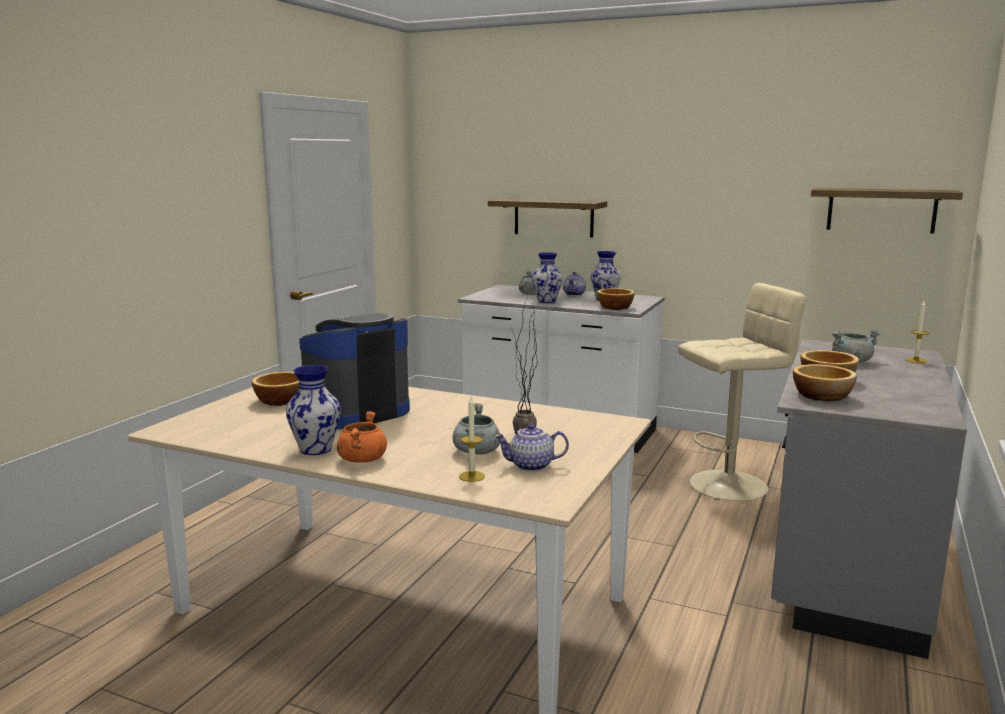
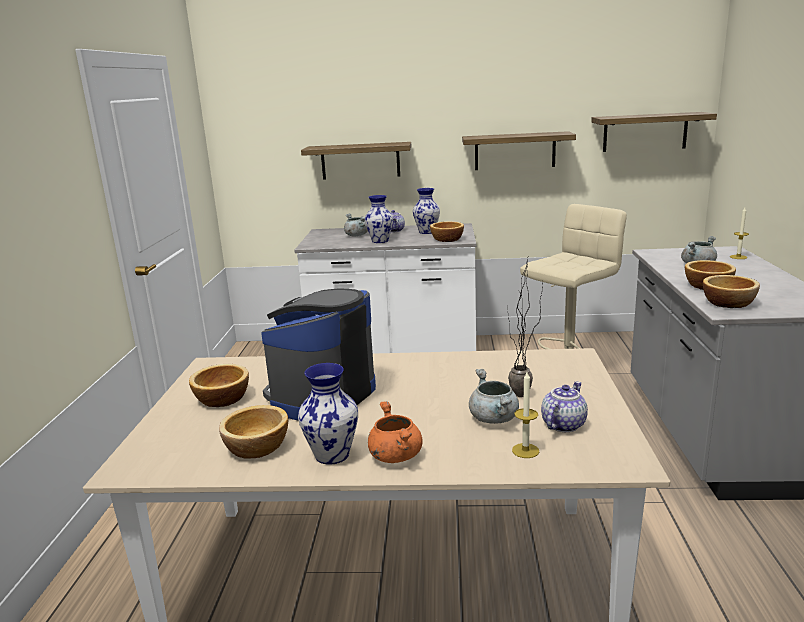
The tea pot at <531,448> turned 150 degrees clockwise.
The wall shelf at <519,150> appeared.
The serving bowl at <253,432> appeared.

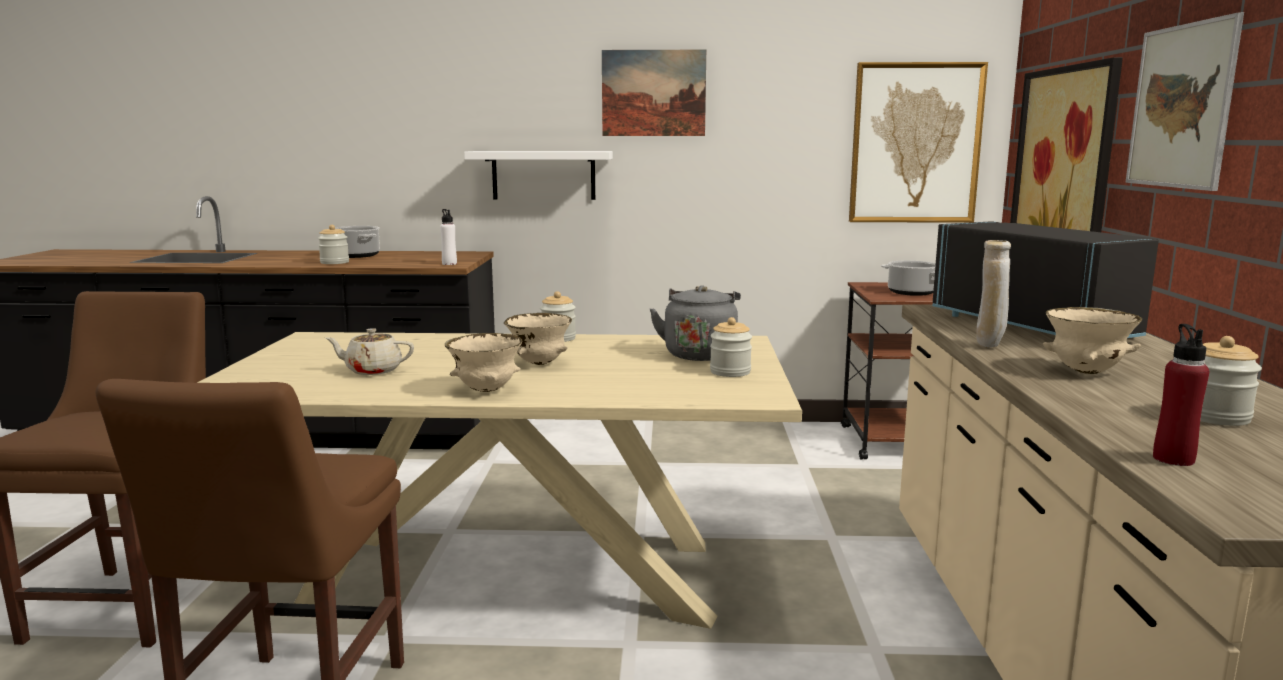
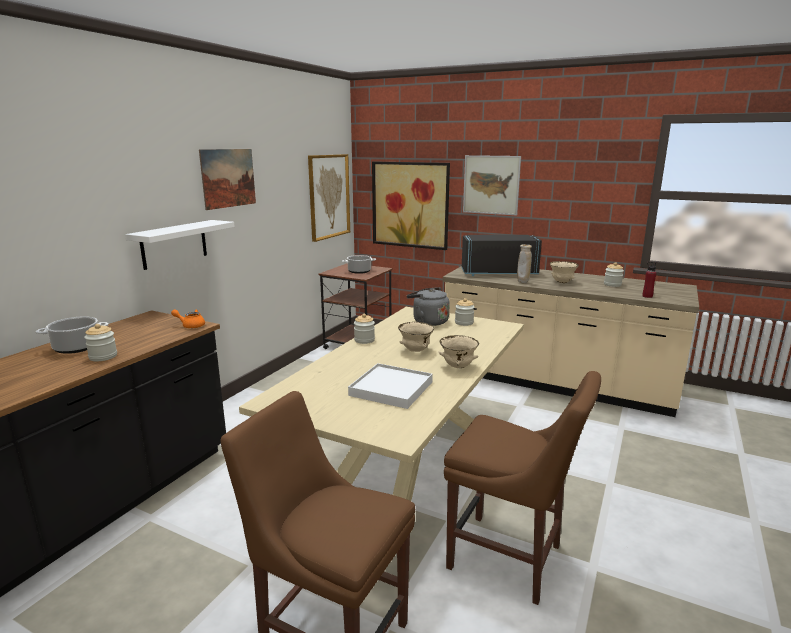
The white-coloured beverage bottle at <448,237> was replaced by the orange tea pot at <188,318>.
The sand-coloured tea pot at <369,351> was replaced by the white-coloured serving tray at <390,386>.

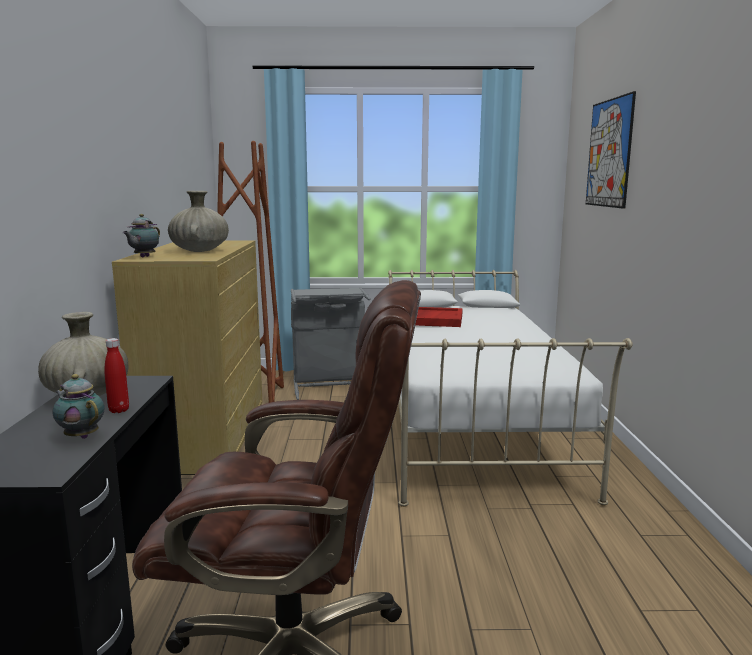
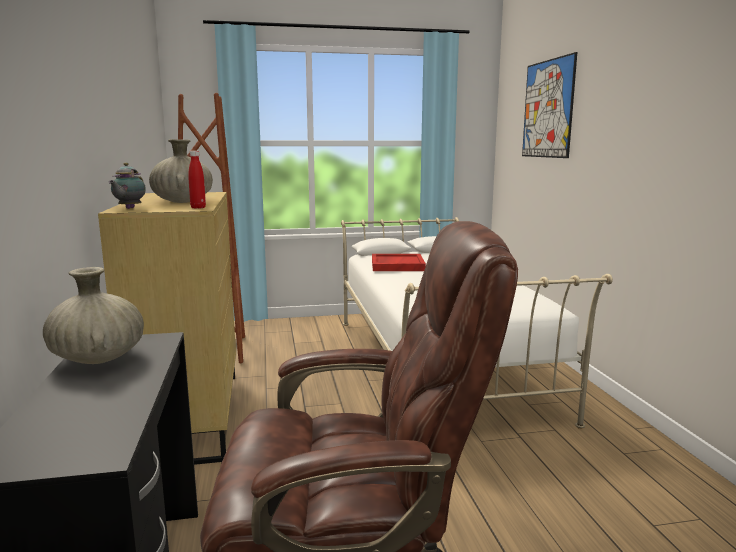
The grey washing basket at <331,343> disappeared.
The reddish beverage bottle moved from <116,375> to <197,180>.
The tea pot at <78,406> disappeared.

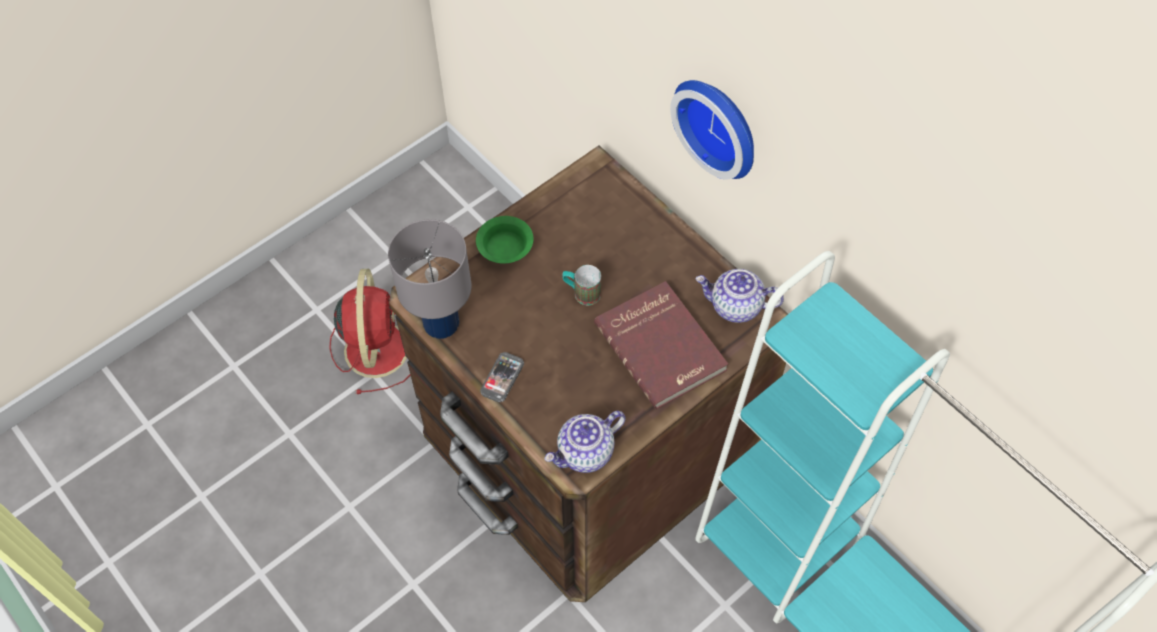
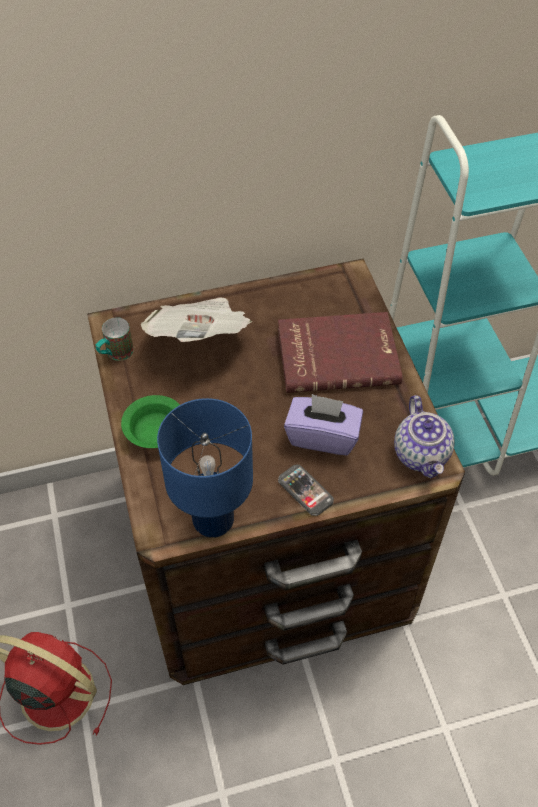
The clock on the wall at <712,129> disappeared.
The grey table lamp at <430,279> became the blue-coloured table lamp at <205,468>.
The coffee mug moved from <581,285> to <114,339>.
The tea pot at <739,296> disappeared.
The printed paper at <196,319> appeared.
The purple-coloured tissue holder at <323,425> appeared.

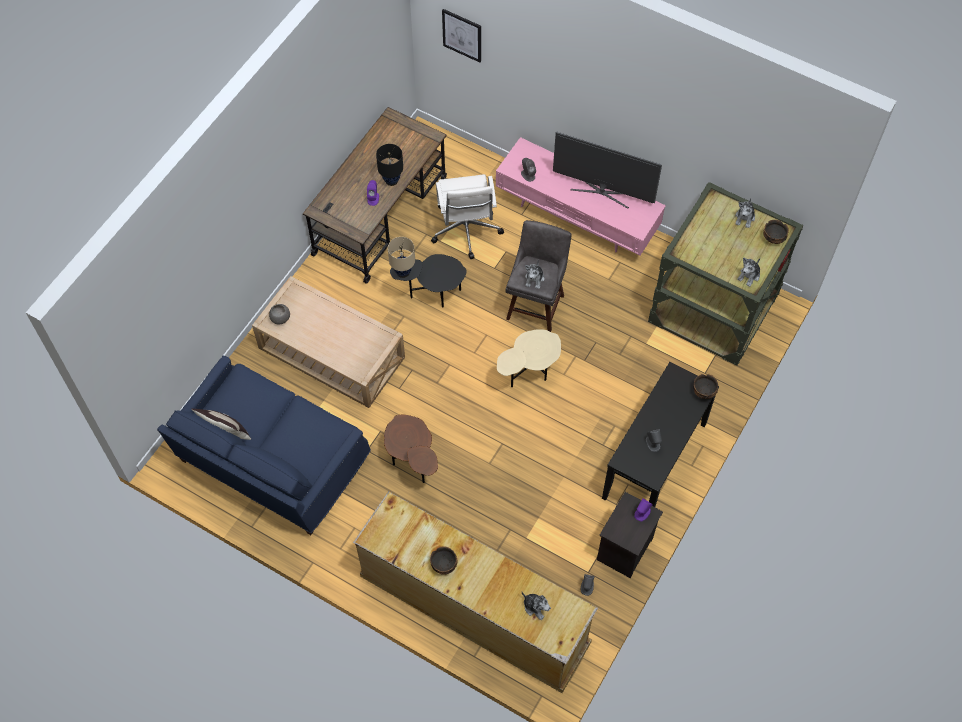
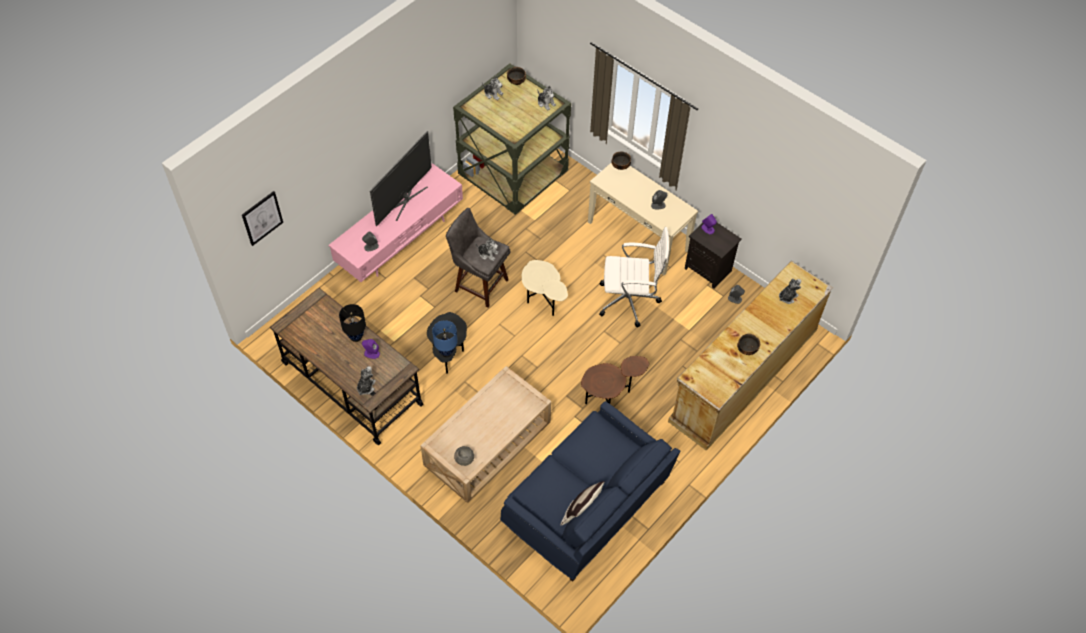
The white-coloured computer chair moved from <467,216> to <634,277>.
The sand-coloured table lamp at <401,257> became the blue-coloured table lamp at <444,338>.
The blackish hall table at <660,434> became the sand-coloured hall table at <643,219>.
The soft toy at <366,380> appeared.

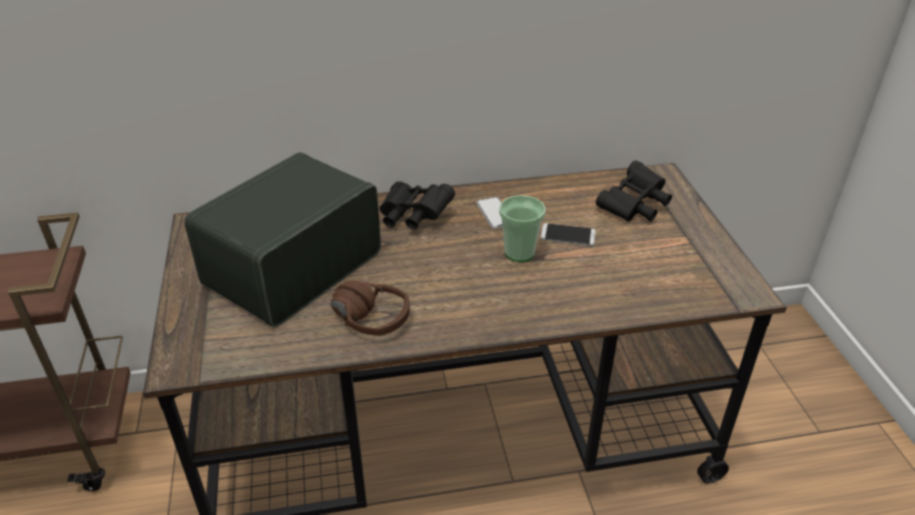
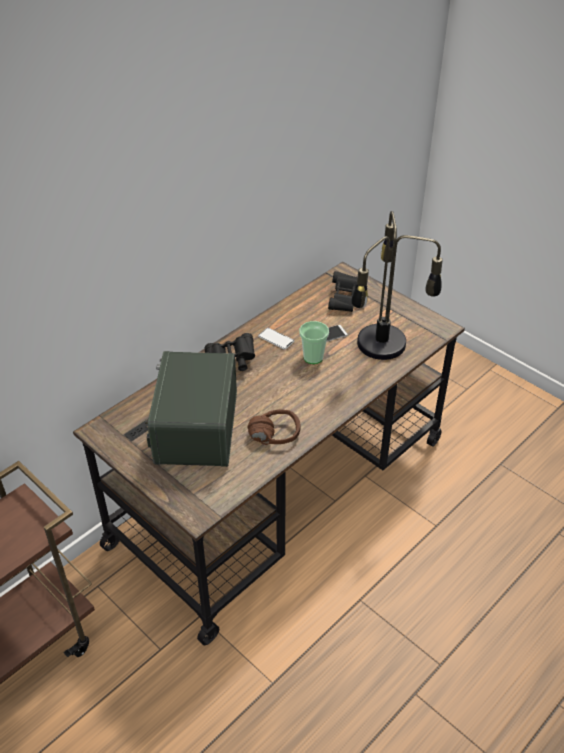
The table lamp at <397,285> appeared.

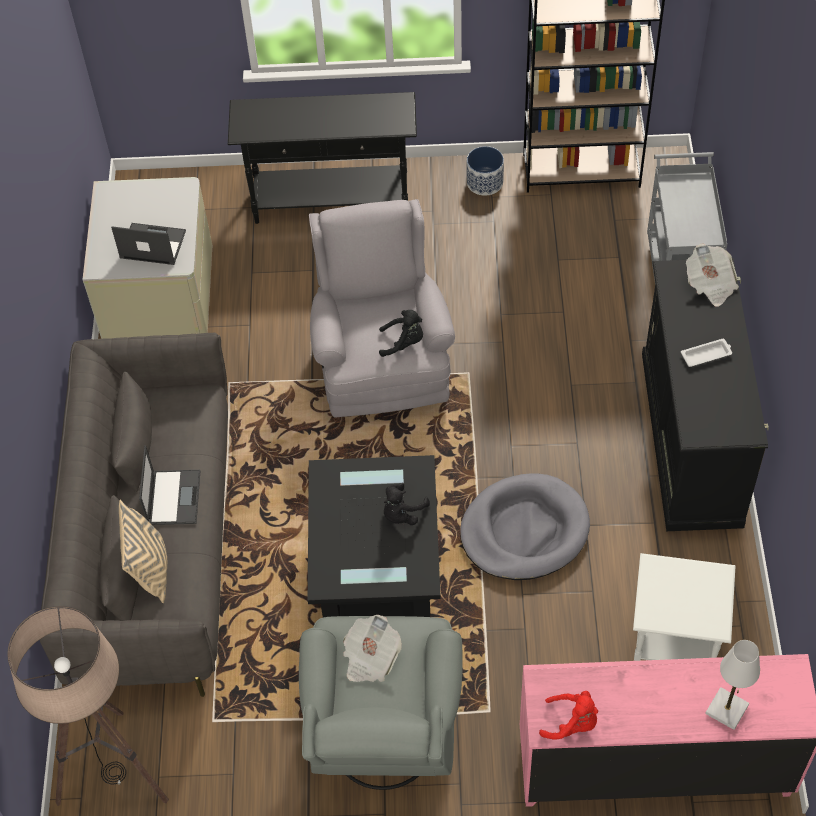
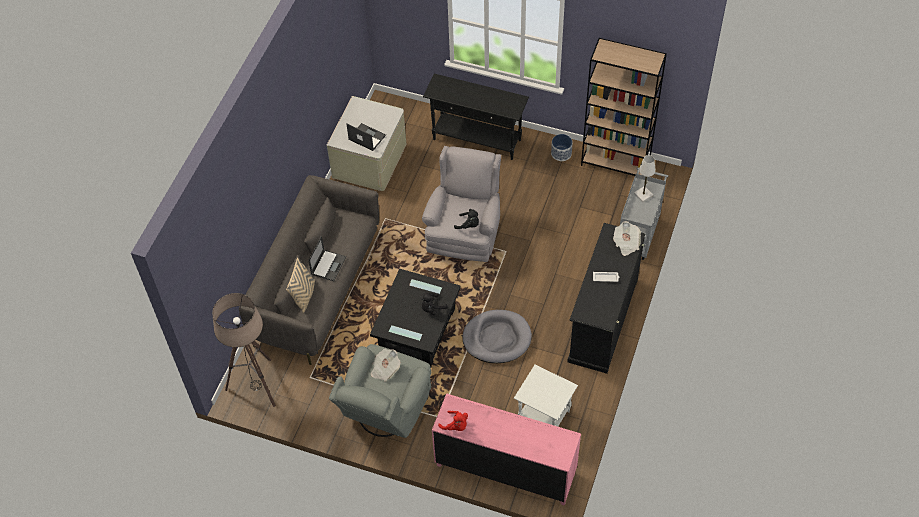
The white-coloured table lamp moved from <732,685> to <645,178>.

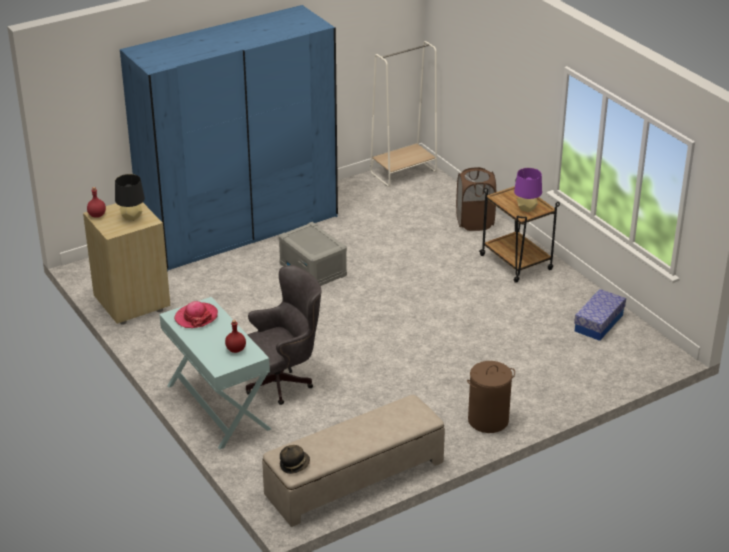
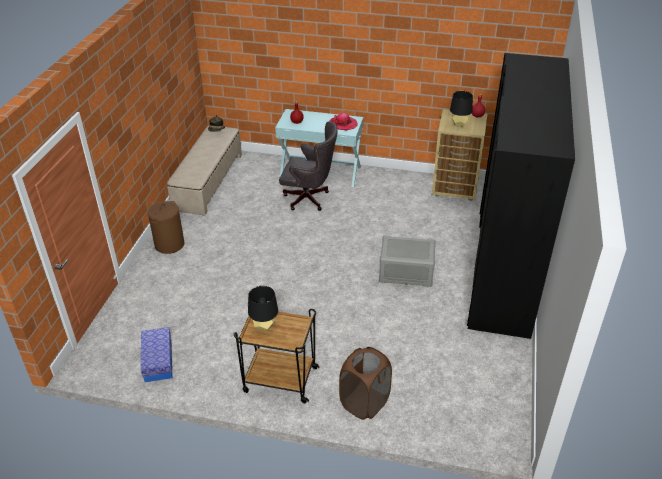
The blue-coloured clothes cupboard at <229,138> became the blackish clothes cupboard at <521,196>.
The garment stand at <403,114> disappeared.
The purple-coloured table lamp at <528,190> became the blackish table lamp at <263,308>.
The grey computer chair at <284,335> turned 90 degrees counterclockwise.

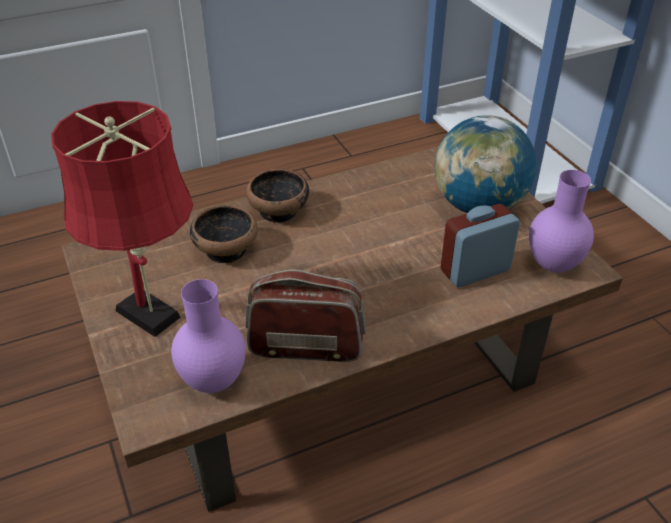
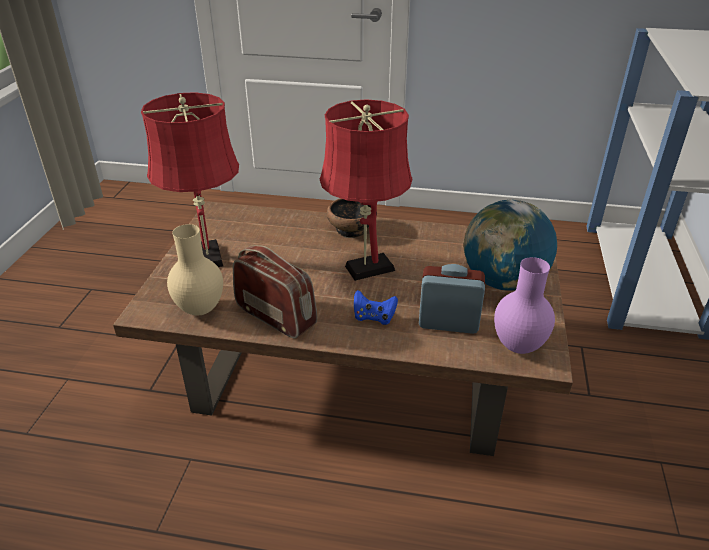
The serving bowl at <224,234> disappeared.
The purple-coloured decorative vase at <208,336> became the sand-coloured decorative vase at <195,270>.
The reddish table lamp at <366,190> appeared.
The blue-coloured game controller at <376,307> appeared.

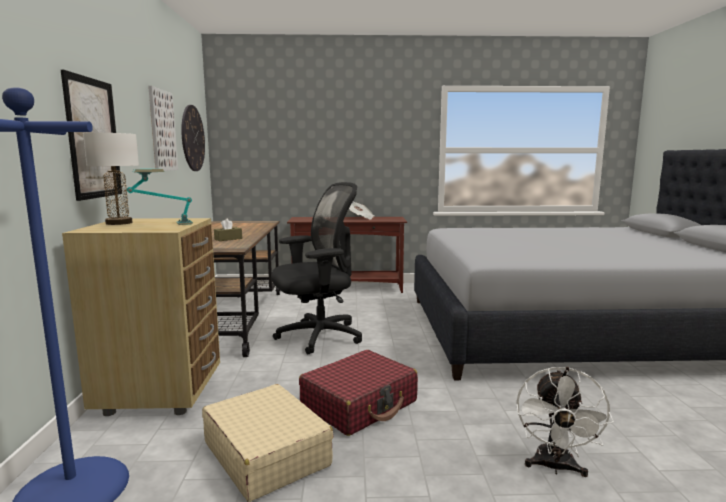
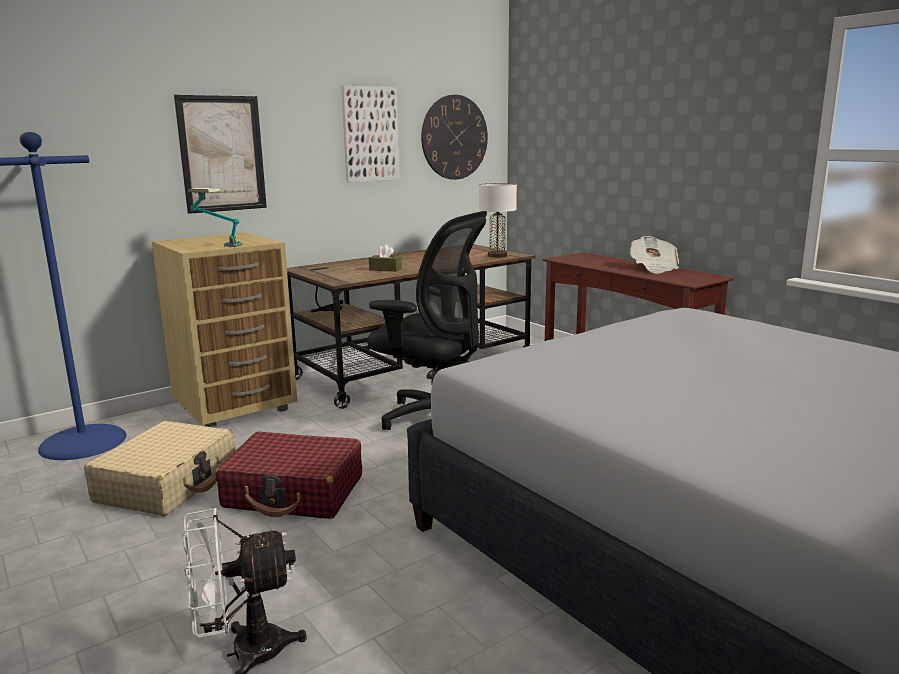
The table lamp moved from <111,179> to <498,220>.

